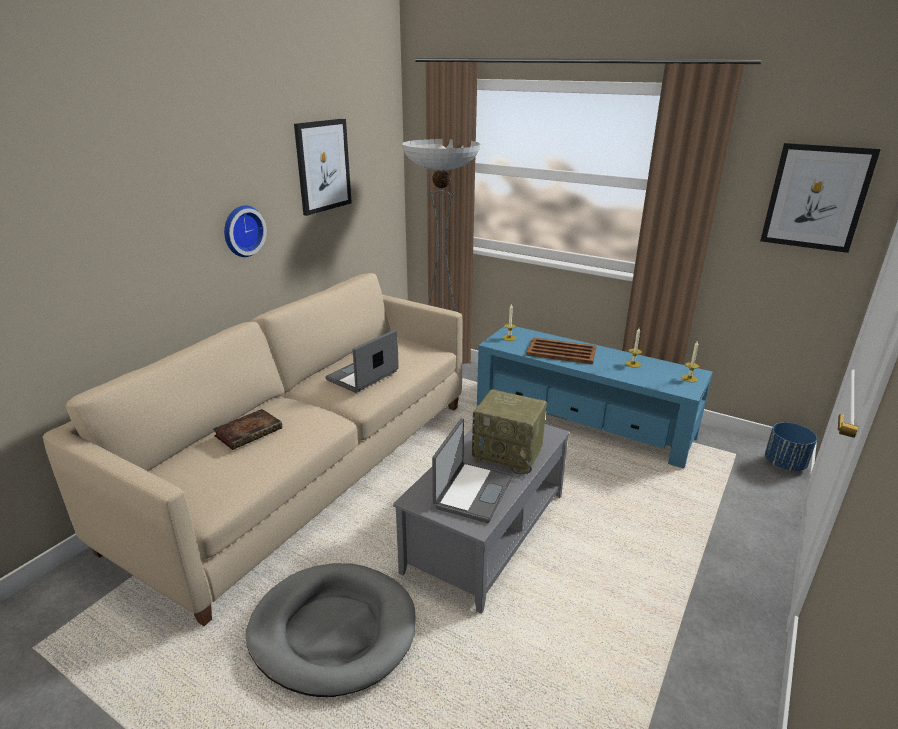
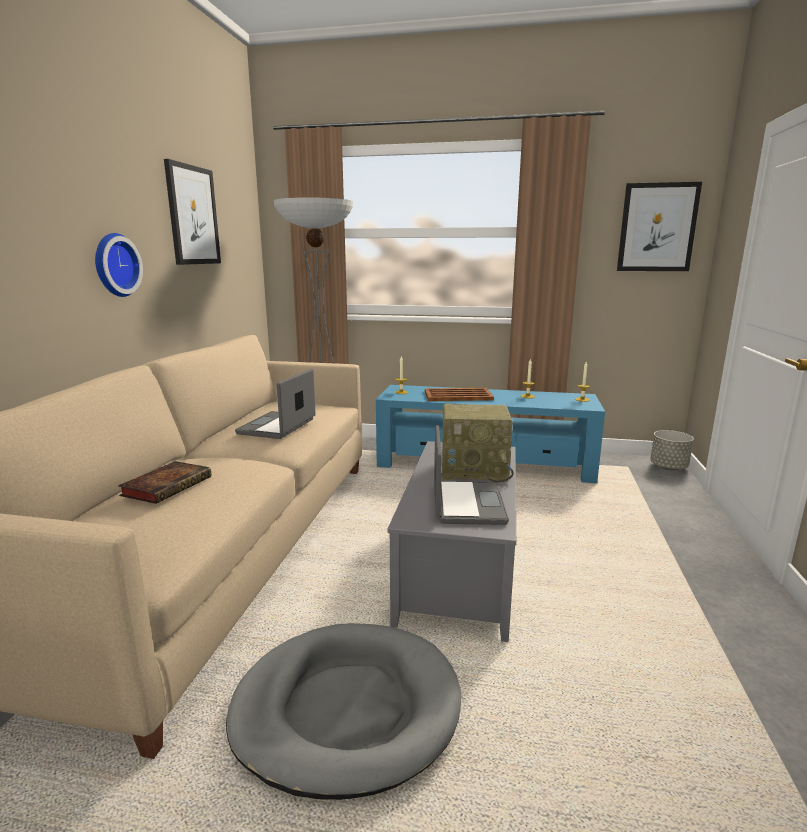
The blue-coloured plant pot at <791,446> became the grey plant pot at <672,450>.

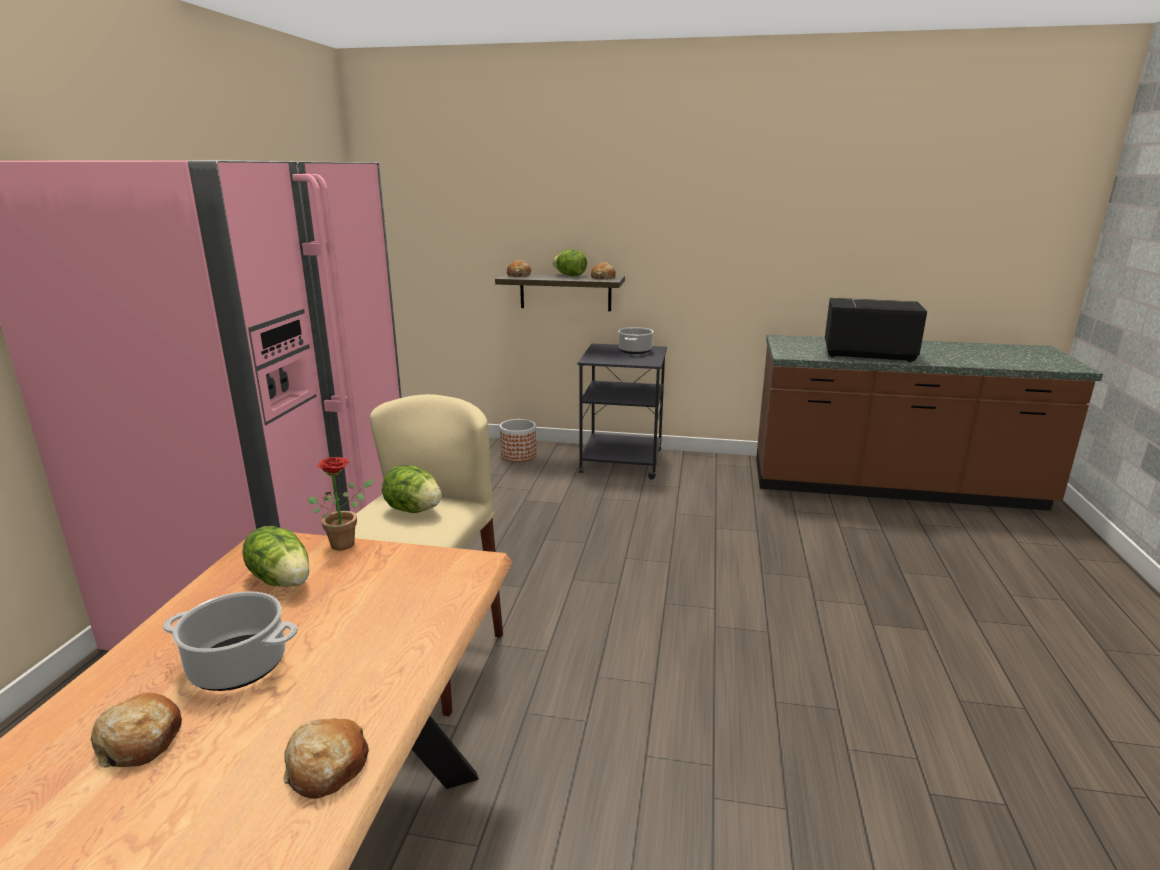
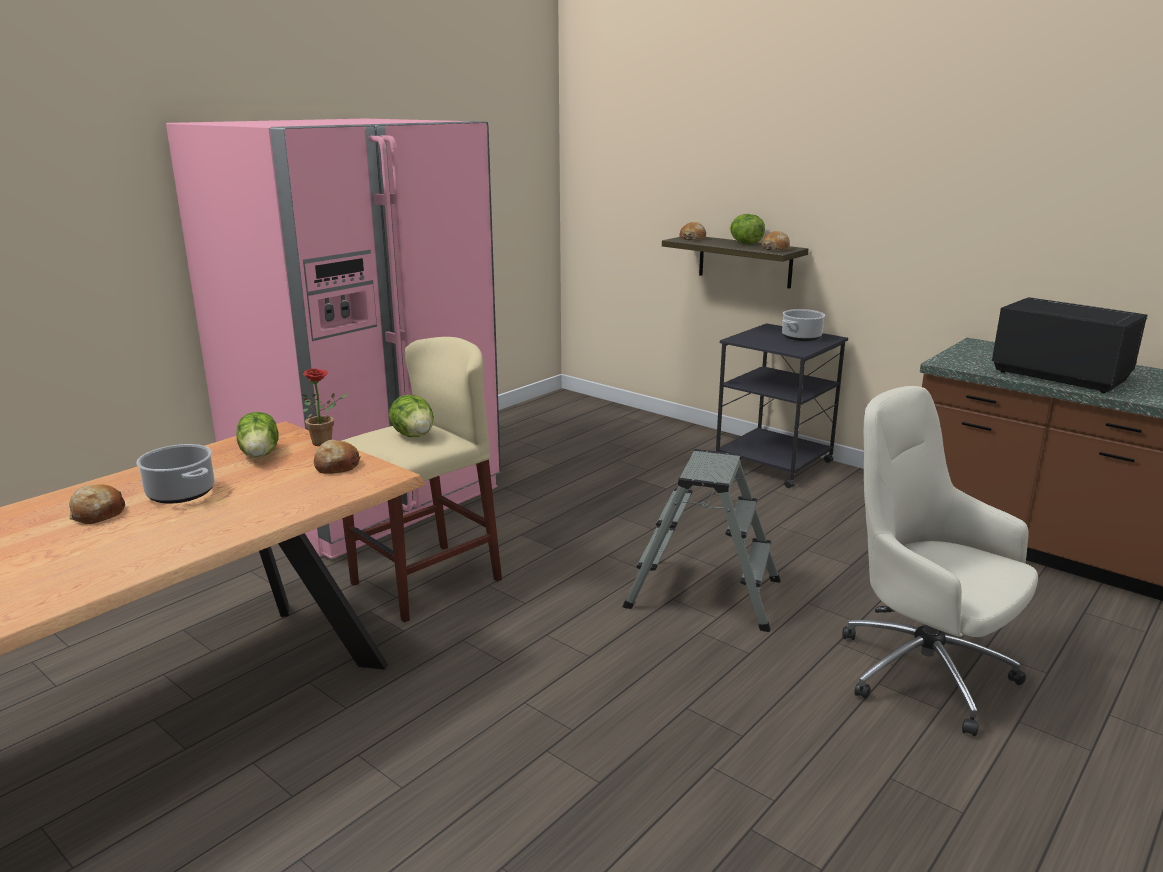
The plant pot at <518,440> disappeared.
The bakery bread moved from <326,758> to <337,457>.
The sand-coloured computer chair at <940,561> appeared.
The grey step ladder at <701,540> appeared.

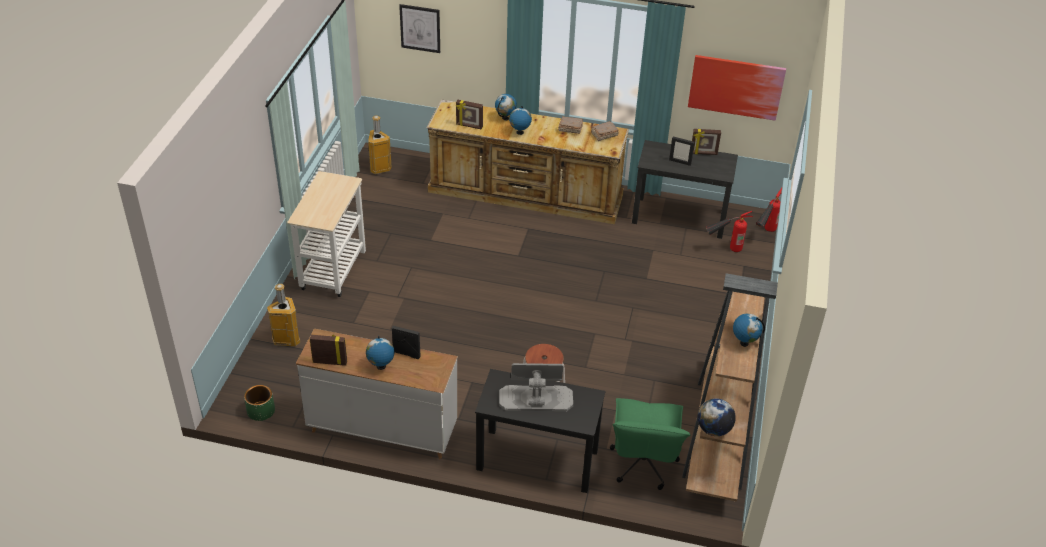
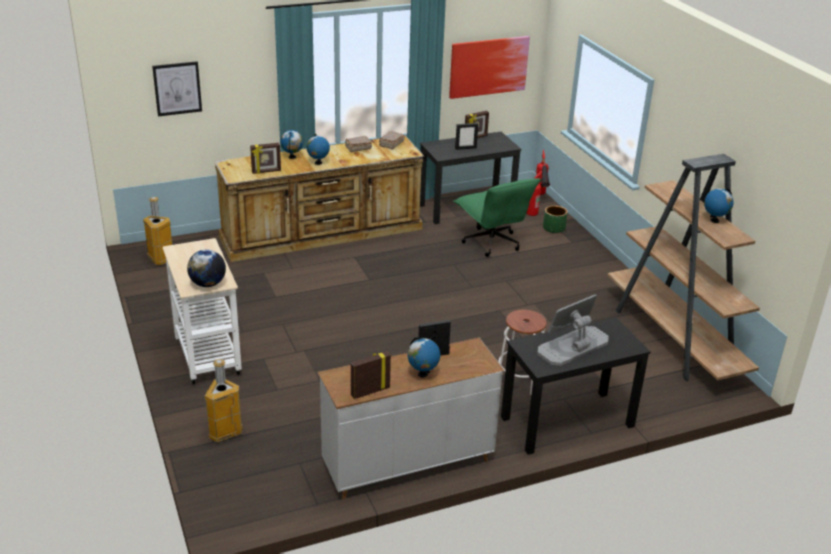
The green-coloured plant pot moved from <259,403> to <555,219>.
The green-coloured computer chair moved from <650,444> to <497,217>.
The globe moved from <716,417> to <206,268>.

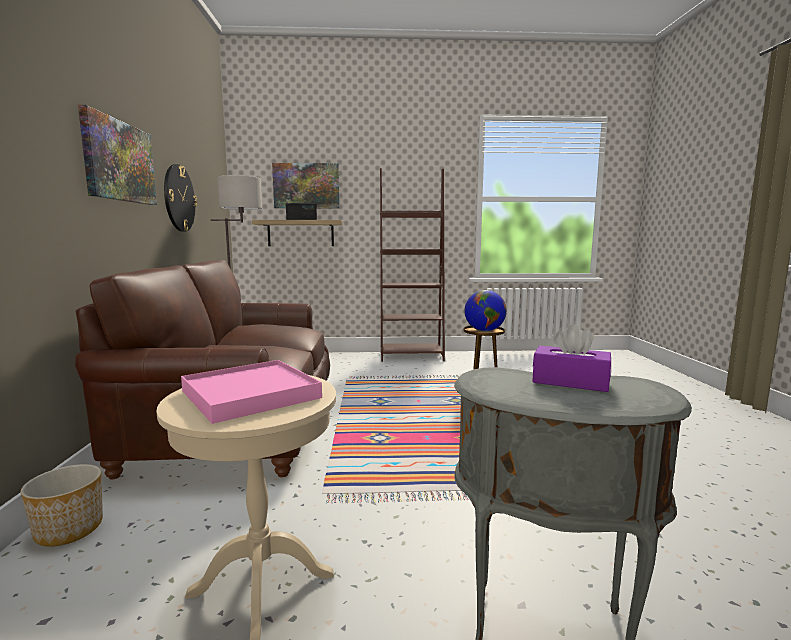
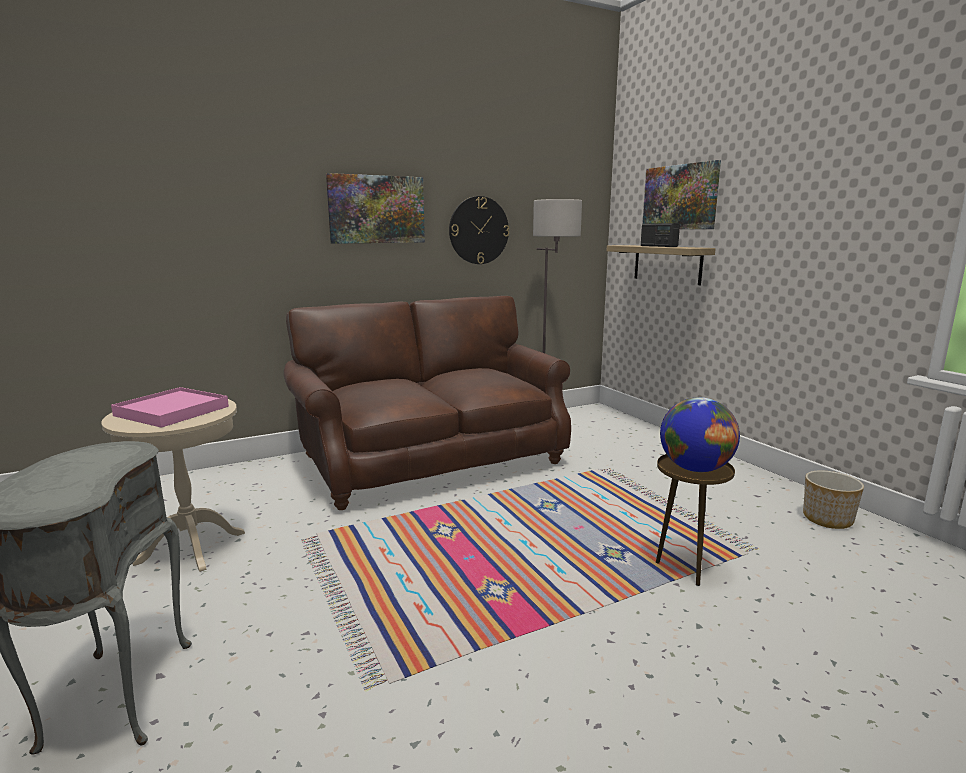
The brown shelving unit at <412,265> disappeared.
The purple-coloured tissue holder at <571,358> disappeared.
The plant pot moved from <62,505> to <833,499>.

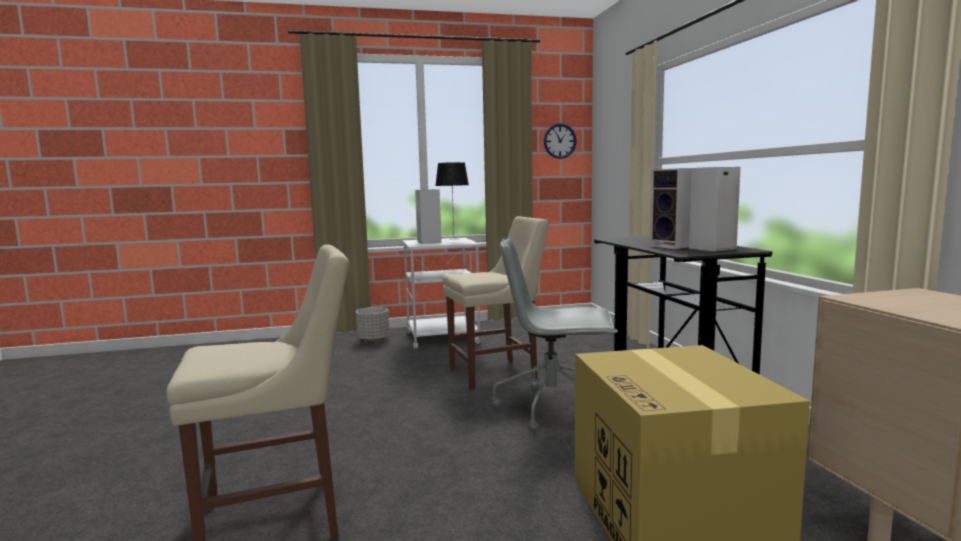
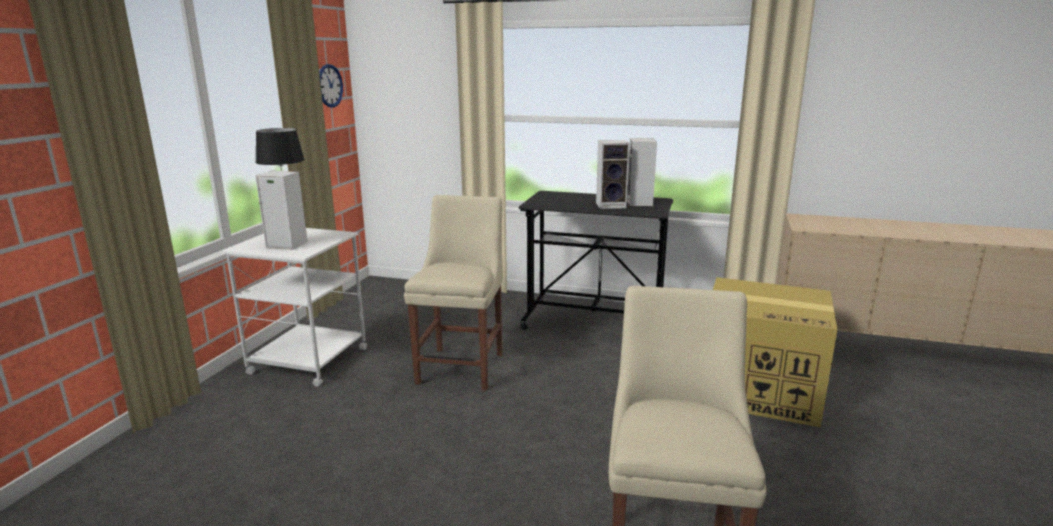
The grey computer chair at <554,334> disappeared.
The grey plant pot at <373,324> disappeared.

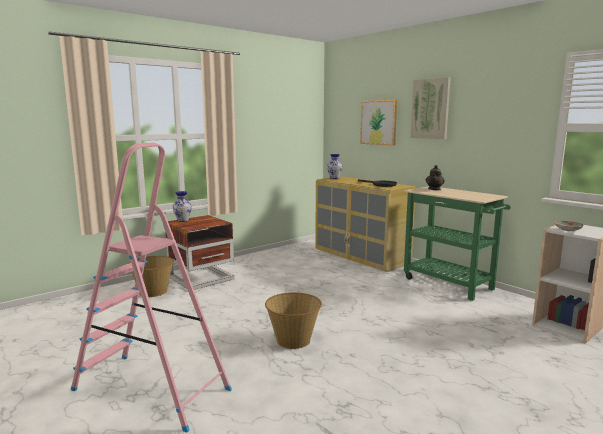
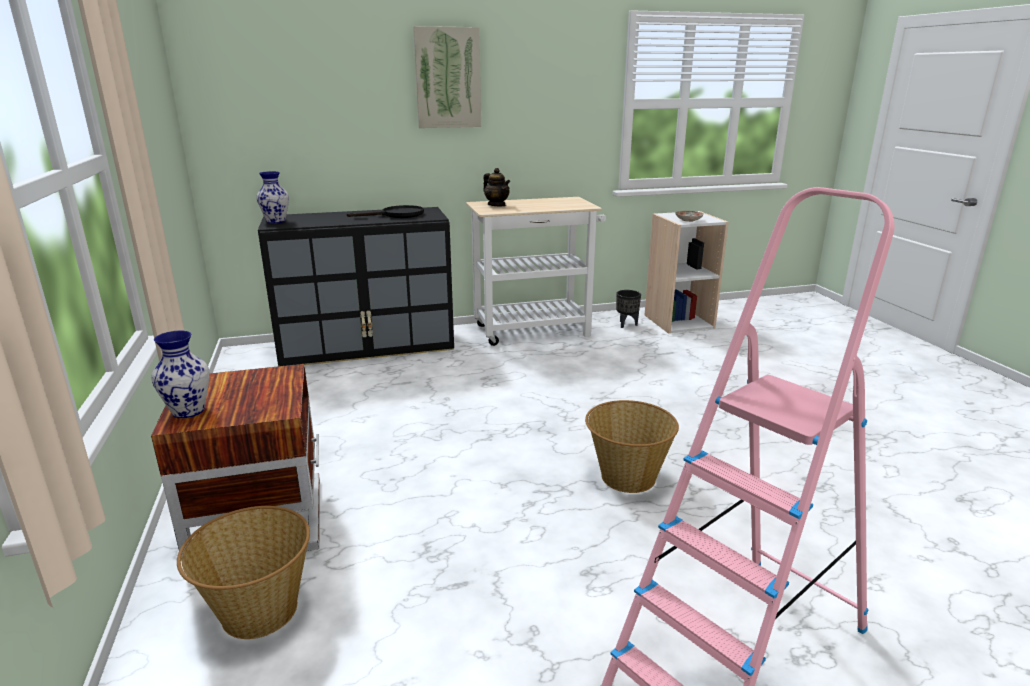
The picture at <378,122> disappeared.
The yellowish cabinet at <365,224> became the blackish cabinet at <356,286>.
The green-coloured trolley at <457,243> became the white-coloured trolley at <536,271>.
The blackish plant pot at <628,309> appeared.

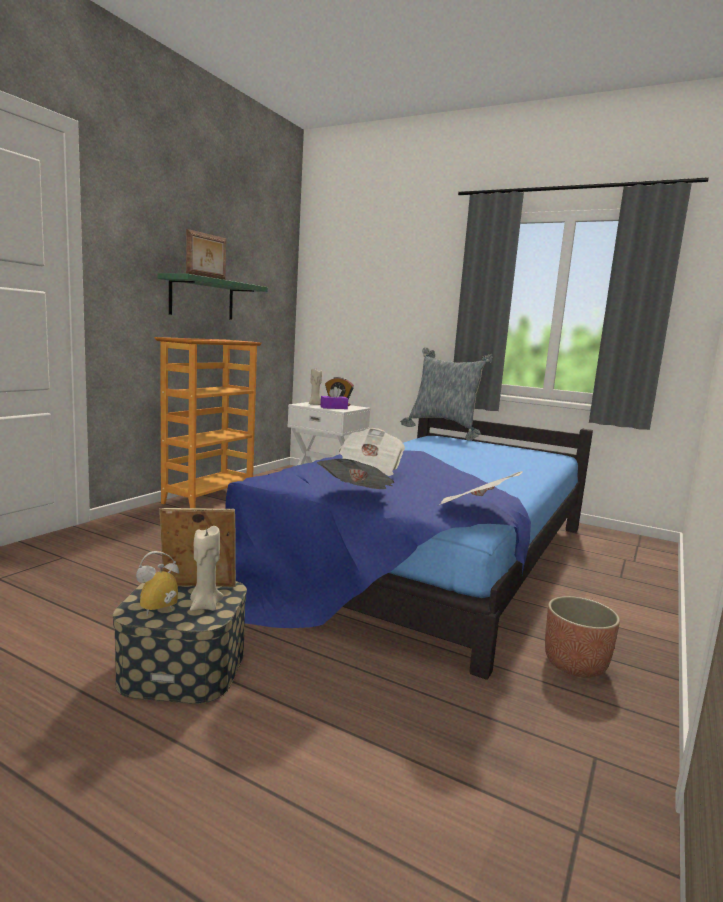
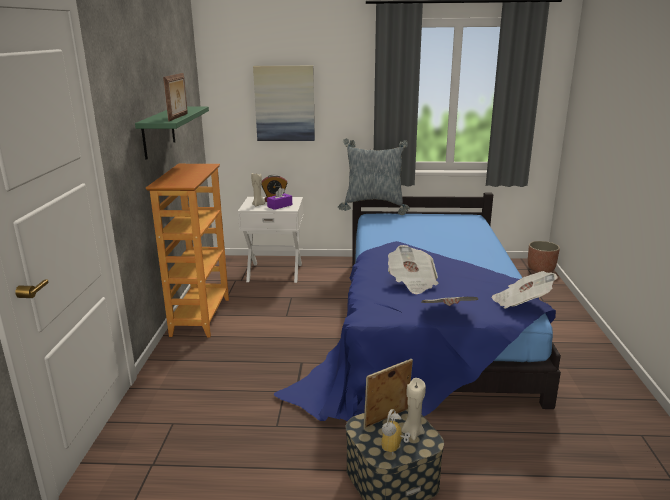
The plant pot moved from <582,637> to <544,257>.
The picture at <284,103> appeared.

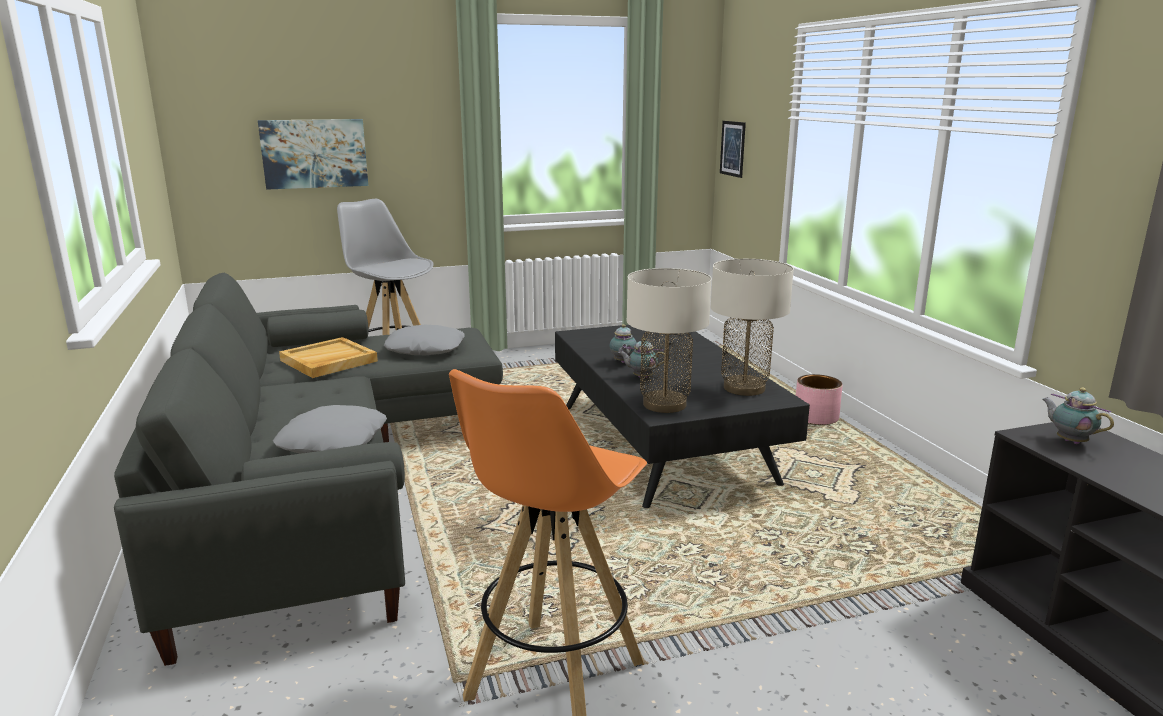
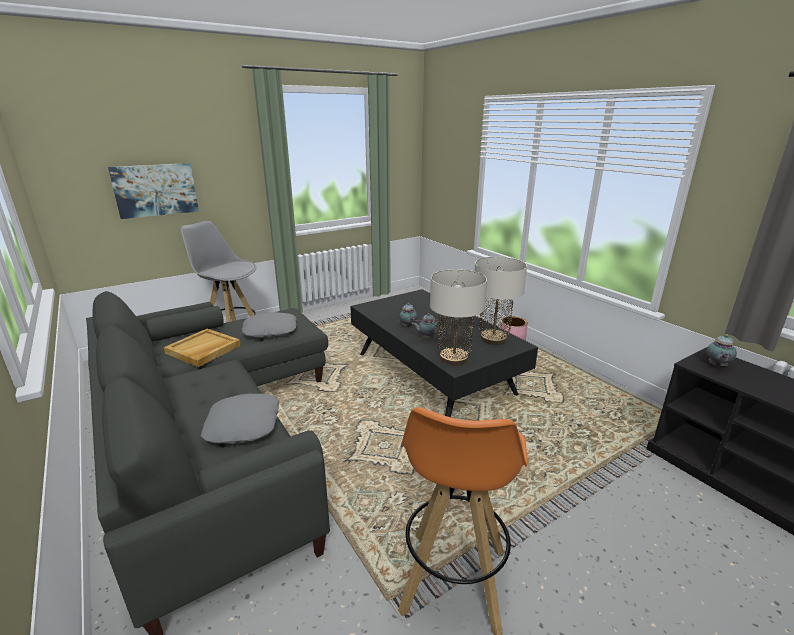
The picture at <733,149> disappeared.
The tea pot at <1078,416> turned 105 degrees counterclockwise.

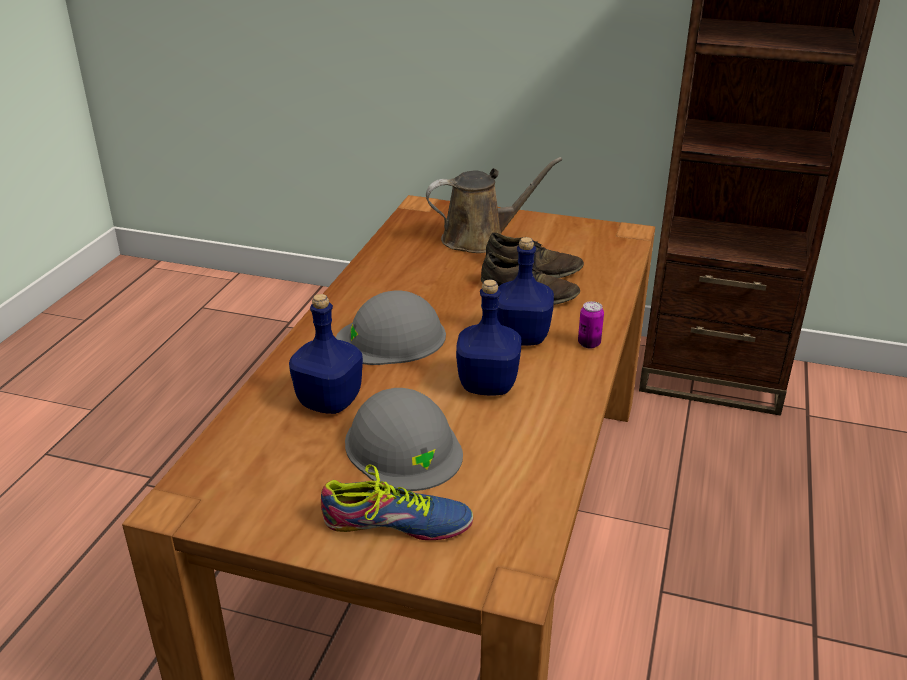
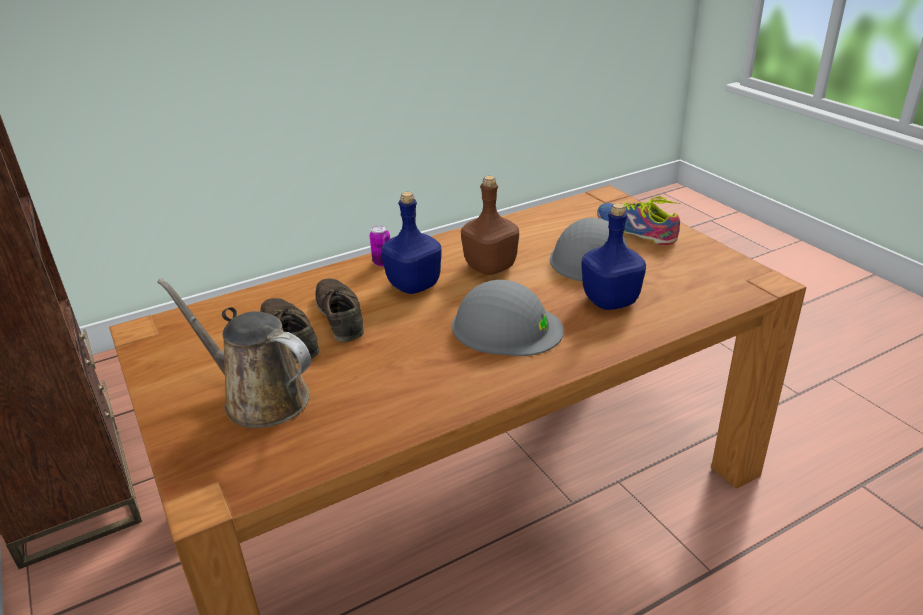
The blue-coloured beverage bottle at <488,337> became the brown beverage bottle at <490,225>.

